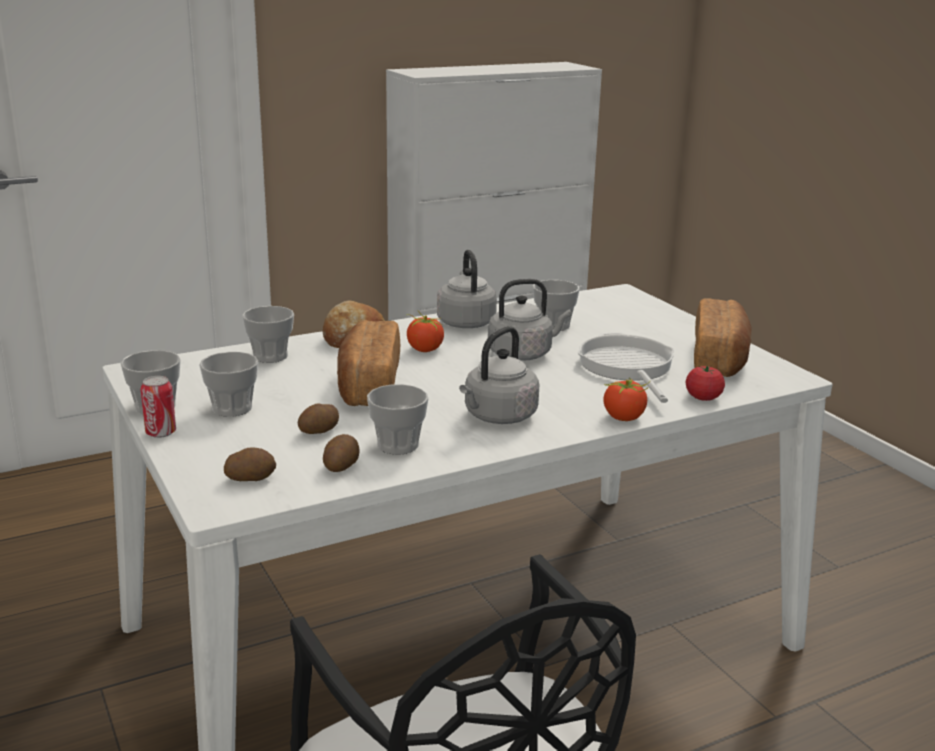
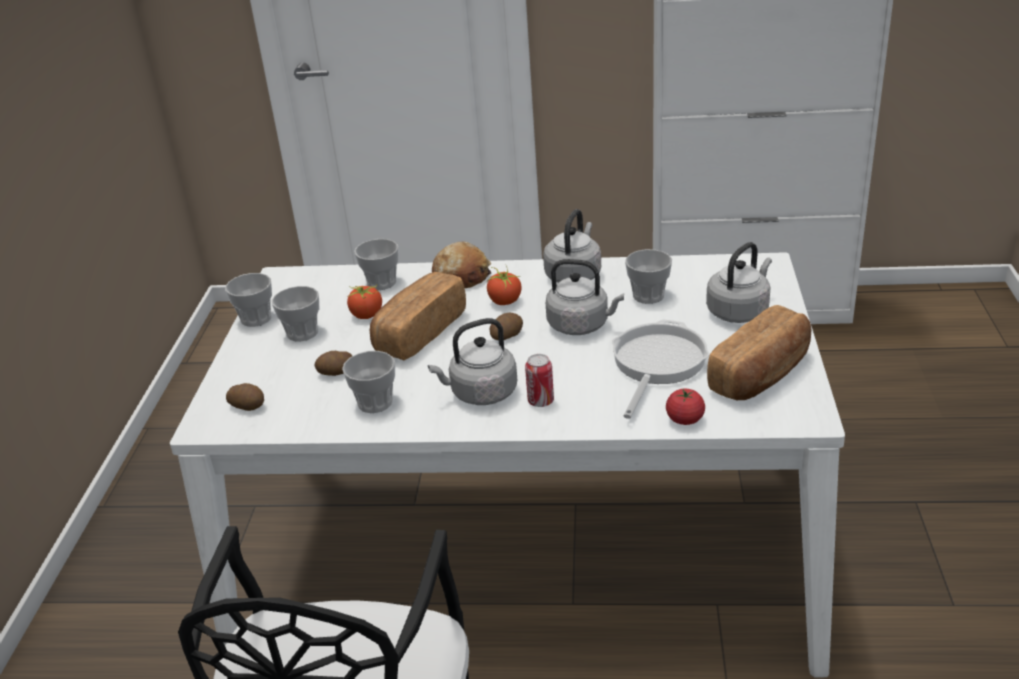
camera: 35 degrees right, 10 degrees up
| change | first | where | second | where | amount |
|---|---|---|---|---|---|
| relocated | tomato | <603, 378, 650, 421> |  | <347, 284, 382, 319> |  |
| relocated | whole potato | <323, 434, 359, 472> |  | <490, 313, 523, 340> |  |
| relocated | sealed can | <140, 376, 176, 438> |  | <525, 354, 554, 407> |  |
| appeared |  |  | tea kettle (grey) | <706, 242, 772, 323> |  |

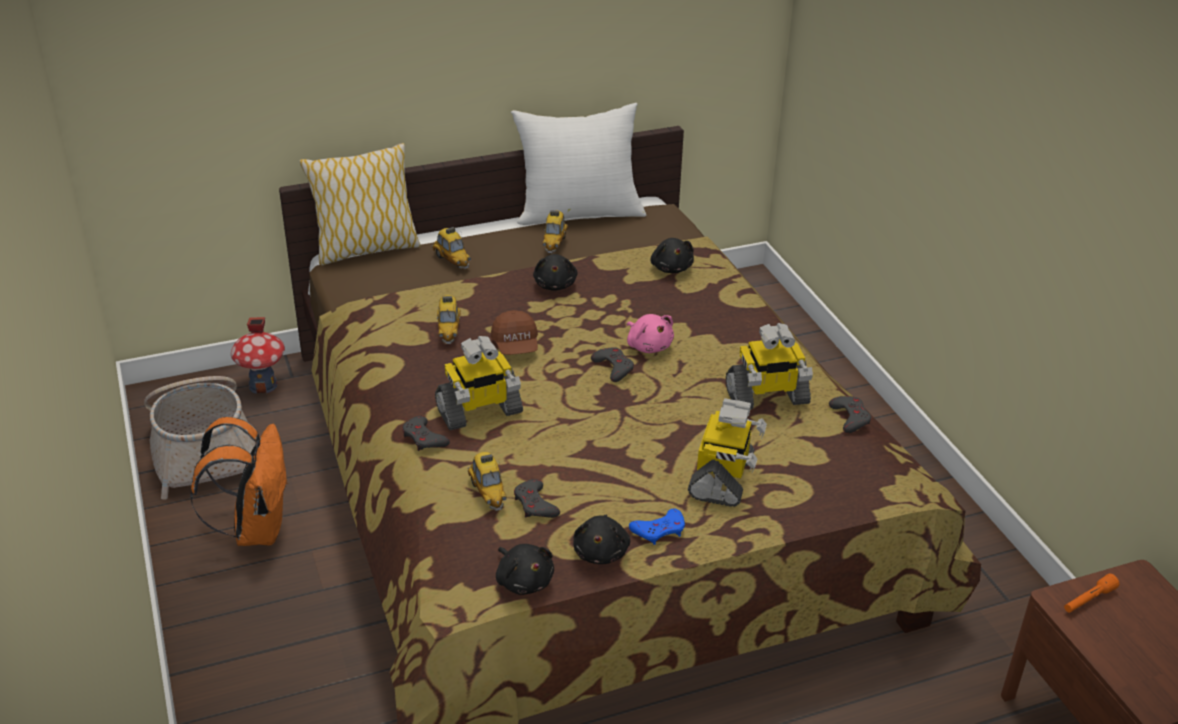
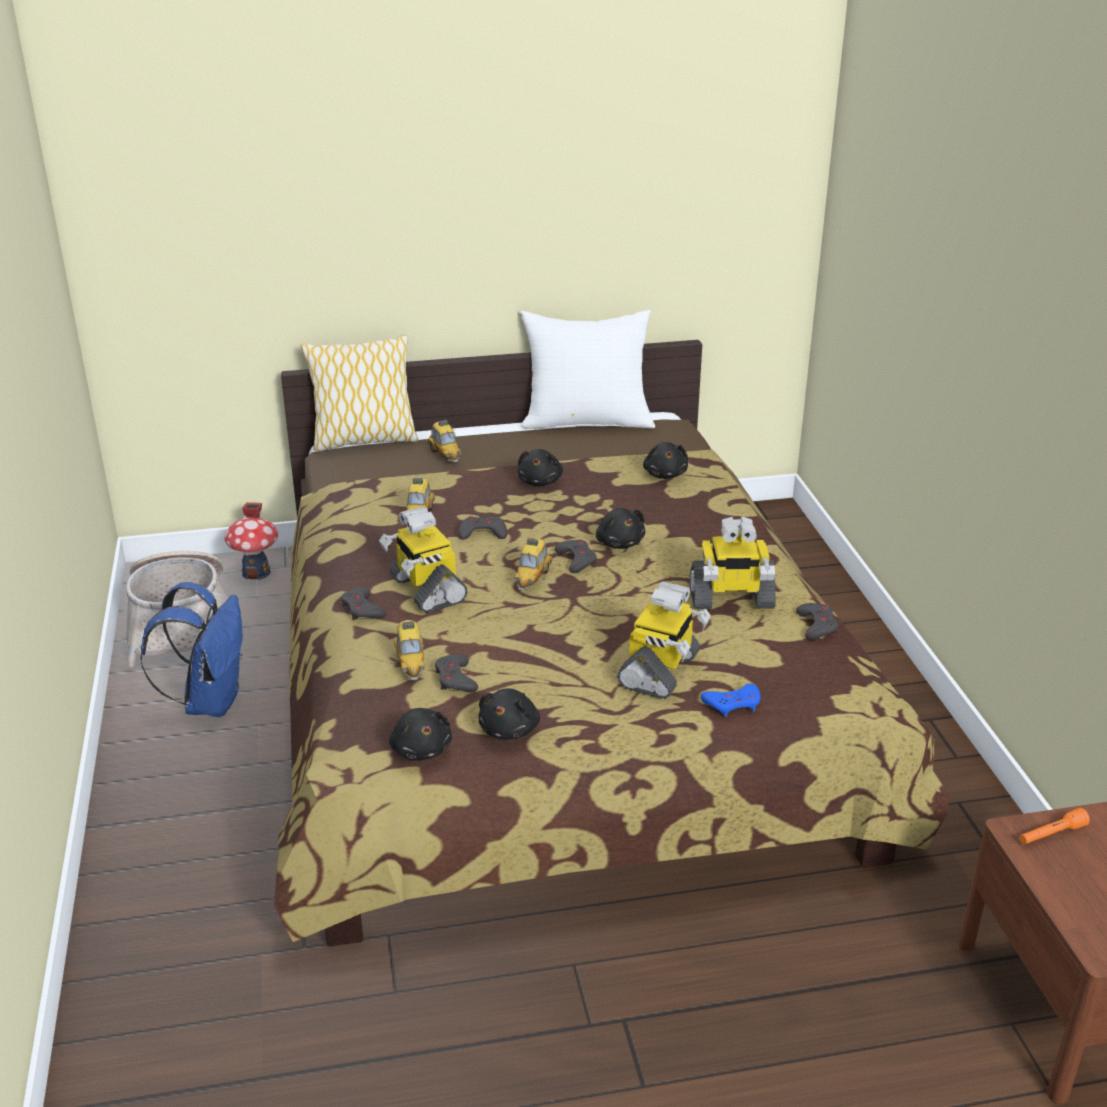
camera: 10 degrees right, 5 degrees down
| change | first | where | second | where | amount |
|---|---|---|---|---|---|
| colour | backpack (orangey) | <190, 417, 289, 546> | backpack (blue) | <140, 582, 243, 717> |  |
| spun | model robot | <435, 336, 523, 430> |  | <379, 507, 468, 613> | 75 degrees clockwise |
| exchanged | peaked cap (brown-coloured) | <491, 310, 538, 355> | gamepad (grey) | <458, 516, 507, 540> |  |
| relocated | model car | <543, 210, 568, 253> |  | <514, 538, 552, 591> |  |
| colour | plush toy (pink-coloured) | <627, 314, 674, 353> | plush toy (blackish) | <596, 508, 645, 549> |  |
| relocated | gamepad (blue) | <629, 508, 685, 545> |  | <701, 684, 760, 717> |  |

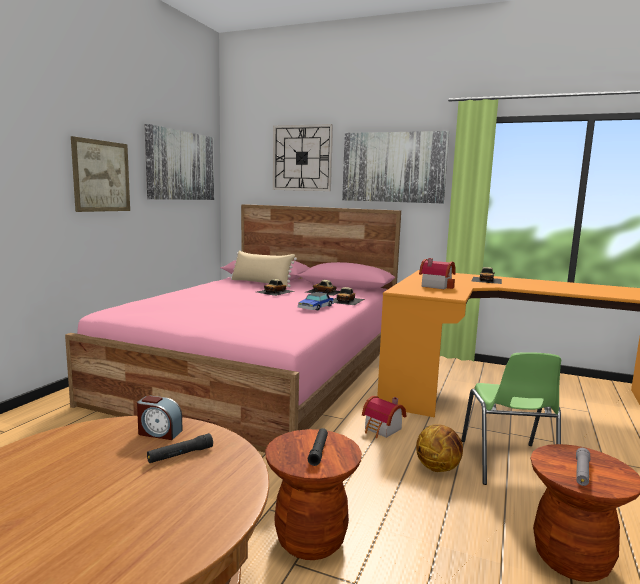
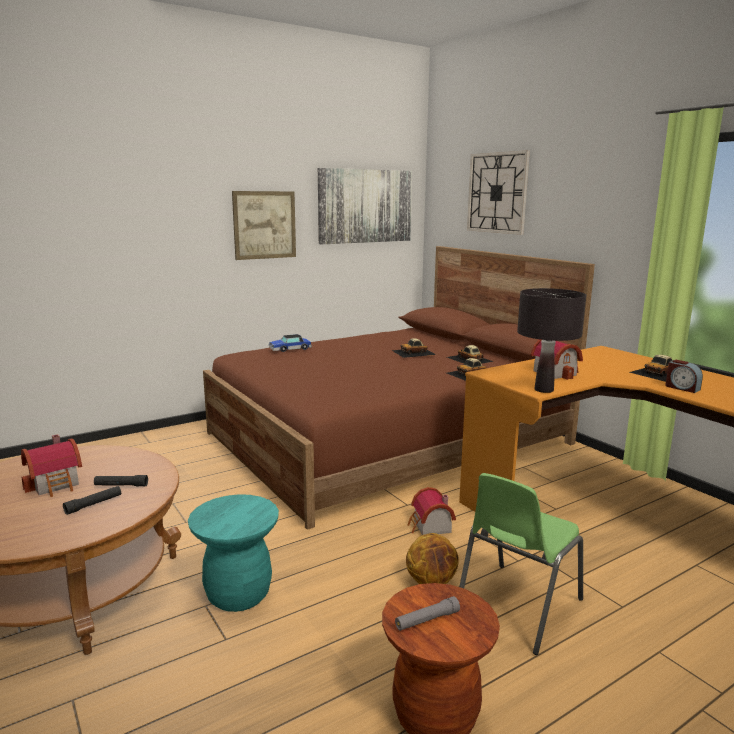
camera: 35 degrees right, 5 degrees up
| change | first | where | second | where | amount |
|---|---|---|---|---|---|
| appeared |  |  | toy house | <21, 434, 82, 497> |  |
| relocated | hand torch (blackish) | <308, 428, 328, 466> |  | <63, 486, 121, 515> |  |
| colour | sitting stool (brown-coloured) | <265, 429, 362, 560> | sitting stool (blue-green) | <188, 494, 279, 612> |  |
| colour | bed (pink-coloured) | <65, 204, 401, 453> | bed (brown-coloured) | <203, 246, 595, 530> |  |
| relocated | model car | <298, 292, 334, 310> |  | <269, 334, 312, 352> |  |
| appeared |  |  | table lamp (blackish) | <517, 288, 586, 393> |  |
| relocated | table clock | <137, 396, 183, 440> |  | <665, 360, 703, 393> |  |
| missing | cushion (beige-coloured) | <231, 250, 297, 288> |  |  |  |
| missing | wall picture | <342, 131, 449, 204> |  |  |  |

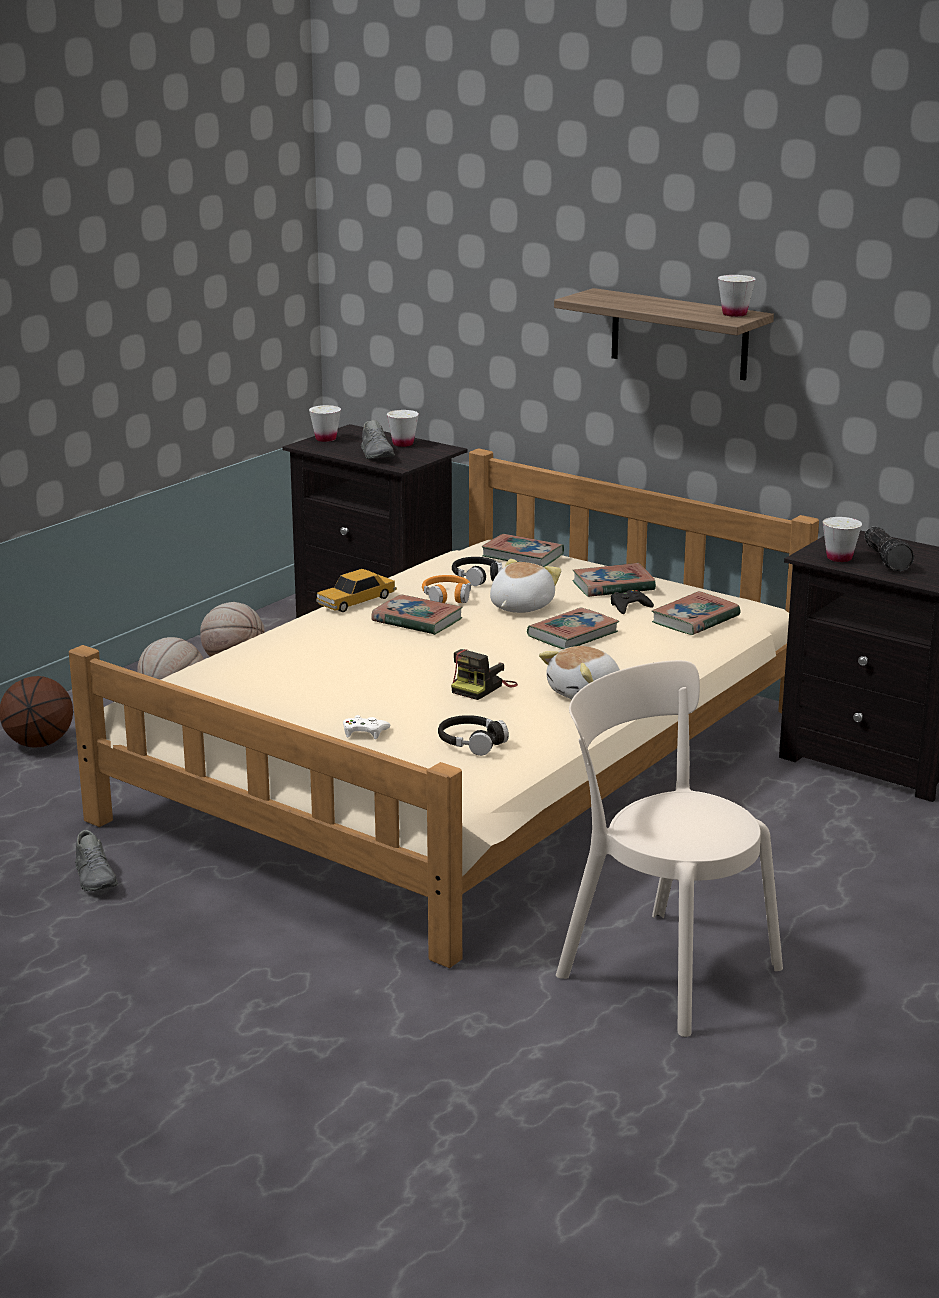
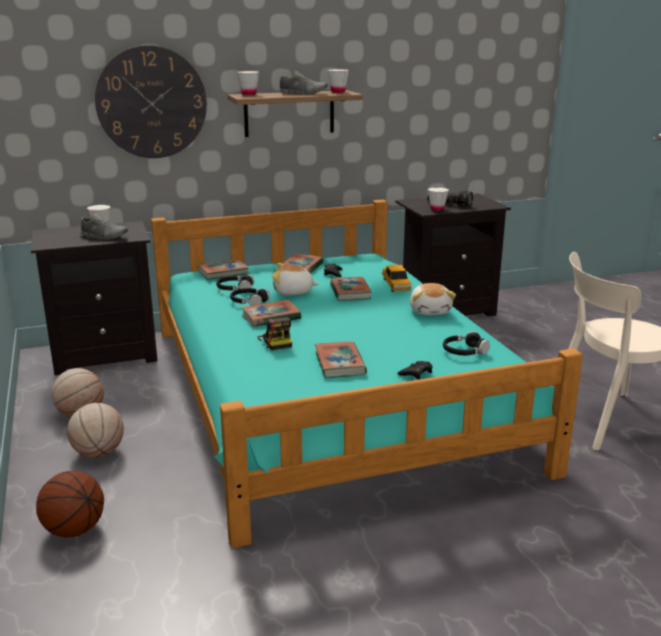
camera: 55 degrees left, 0 degrees up
| change | first | where | second | where | amount |
|---|---|---|---|---|---|
| appeared |  |  | wall clock | <95, 45, 207, 158> |  |
| colour | bed (beige-coloured) | <69, 448, 819, 968> | bed (blue-green) | <151, 199, 583, 548> |  |
| colour | pair of headphones (orangey) | <422, 575, 471, 603> | pair of headphones (blackish) | <230, 288, 270, 306> |  |
| relocated | cup (whitish) | <309, 405, 341, 442> |  | <237, 71, 259, 95> |  |
| relocated | photo camera | <451, 649, 518, 700> |  | <257, 317, 292, 350> |  |
| spun | plush toy | <490, 559, 561, 613> |  | <271, 263, 319, 295> | 60 degrees counterclockwise |
| relocated | item of footwear (grey) | <75, 830, 118, 891> |  | <279, 71, 328, 95> |  |
| relocated | bound book | <652, 591, 740, 635> |  | <315, 342, 367, 378> |  |
| relocated | model car | <316, 569, 397, 612> |  | <382, 265, 412, 292> |  |
| colour | gamepad (whitish) | <343, 715, 391, 739> | gamepad (blackish) | <397, 361, 433, 380> |  |

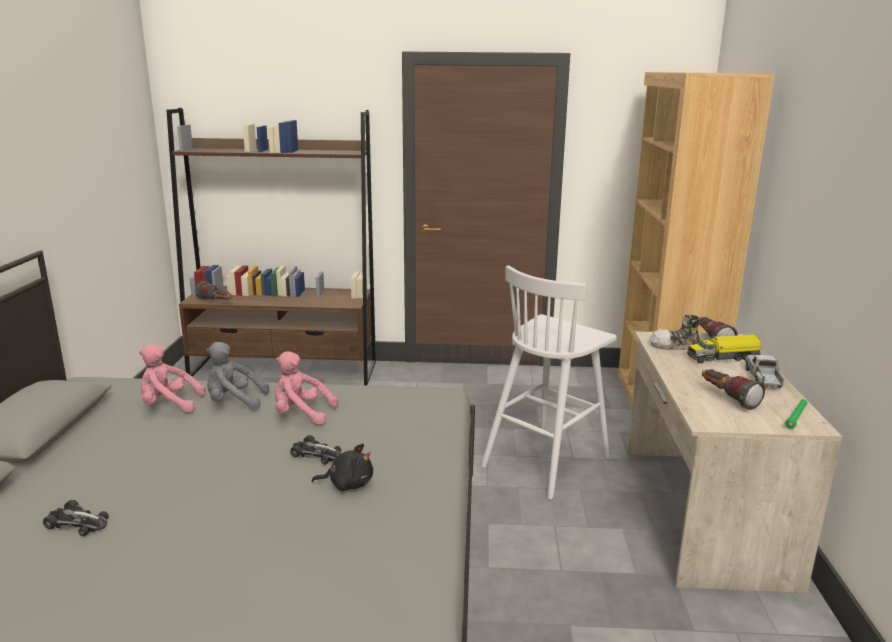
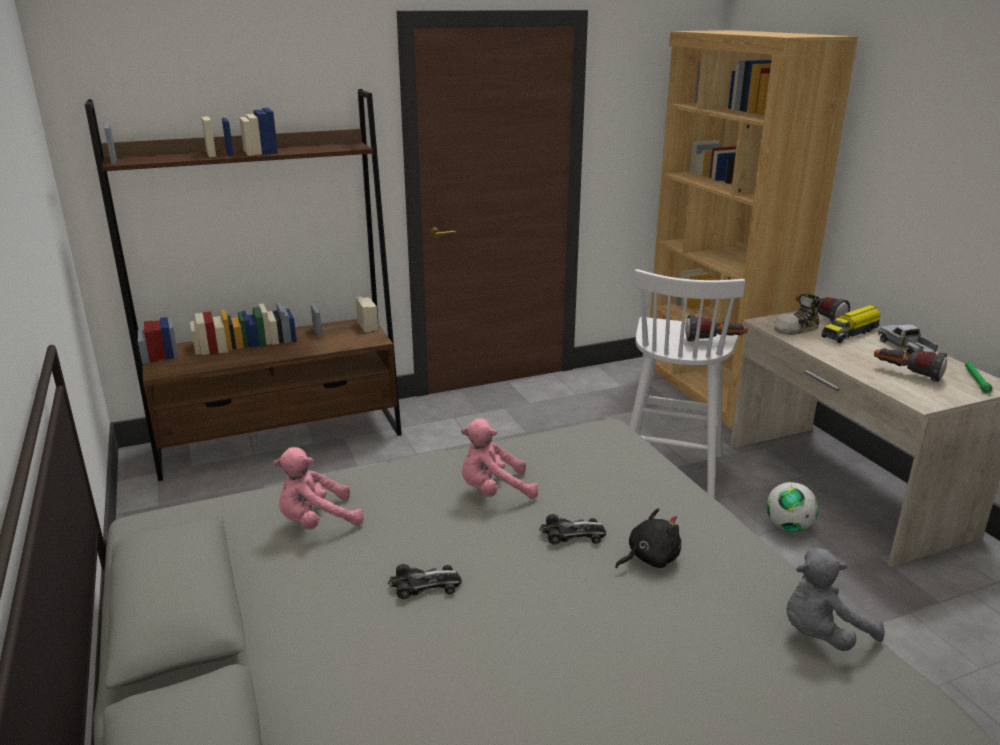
camera: 25 degrees left, 5 degrees up
| change | first | where | second | where | amount |
|---|---|---|---|---|---|
| relocated | model car | <43, 500, 109, 536> |  | <388, 564, 462, 599> |  |
| relocated | hand torch | <195, 281, 232, 300> |  | <685, 314, 748, 341> |  |
| appeared |  |  | football ball | <766, 482, 818, 532> |  |
| relocated | plush toy (grey) | <206, 342, 269, 410> |  | <786, 548, 885, 651> |  |

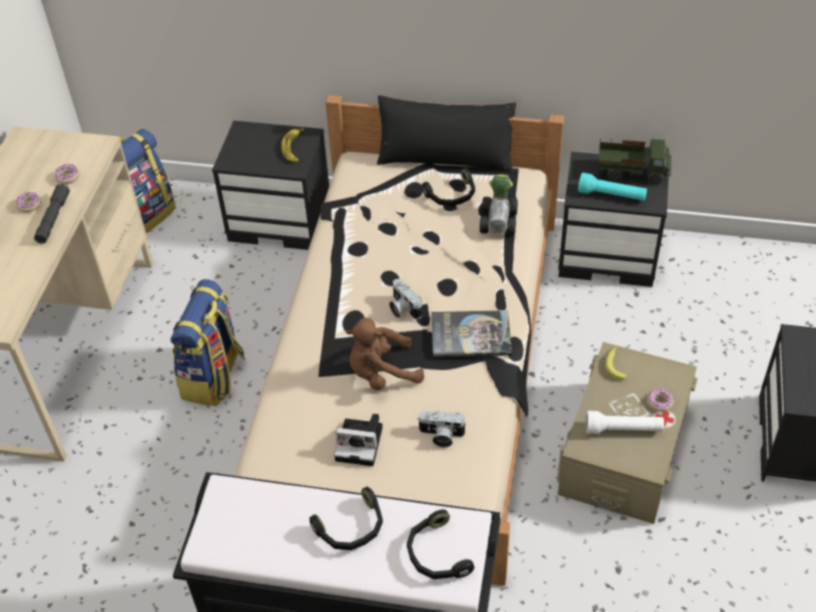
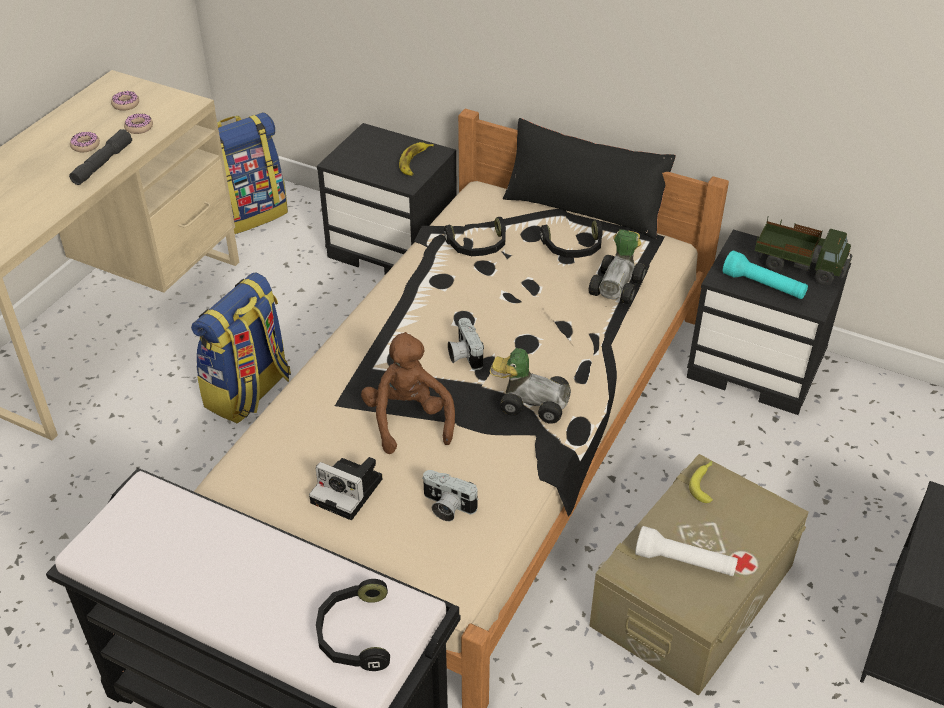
camera: 15 degrees right, 5 degrees down
| change | first | where | second | where | amount |
|---|---|---|---|---|---|
| relocated | donut | <647, 388, 674, 412> |  | <111, 91, 139, 111> |  |
| spun | plush toy (brown-coloured) | <346, 318, 424, 390> |  | <361, 332, 455, 454> | 75 degrees clockwise |
| relocated | pair of headphones (blackish) | <310, 487, 383, 550> |  | <444, 217, 506, 256> |  |
| exchanged | bound book | <431, 310, 512, 357> | model car | <490, 348, 571, 424> |  |

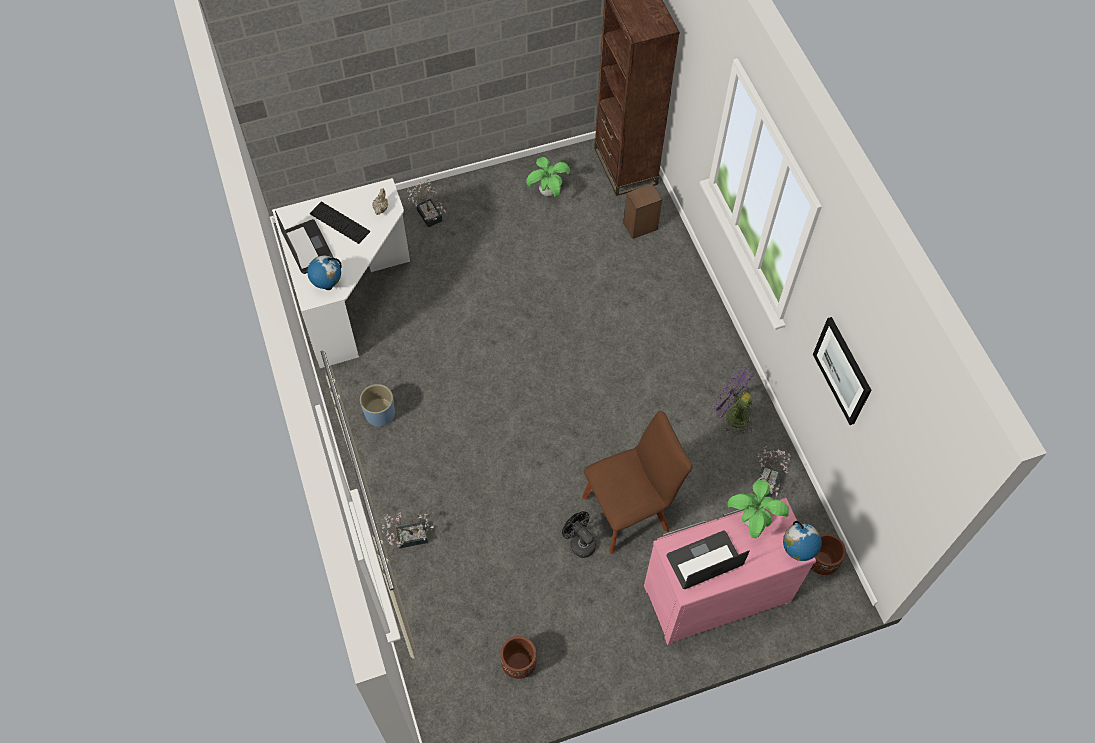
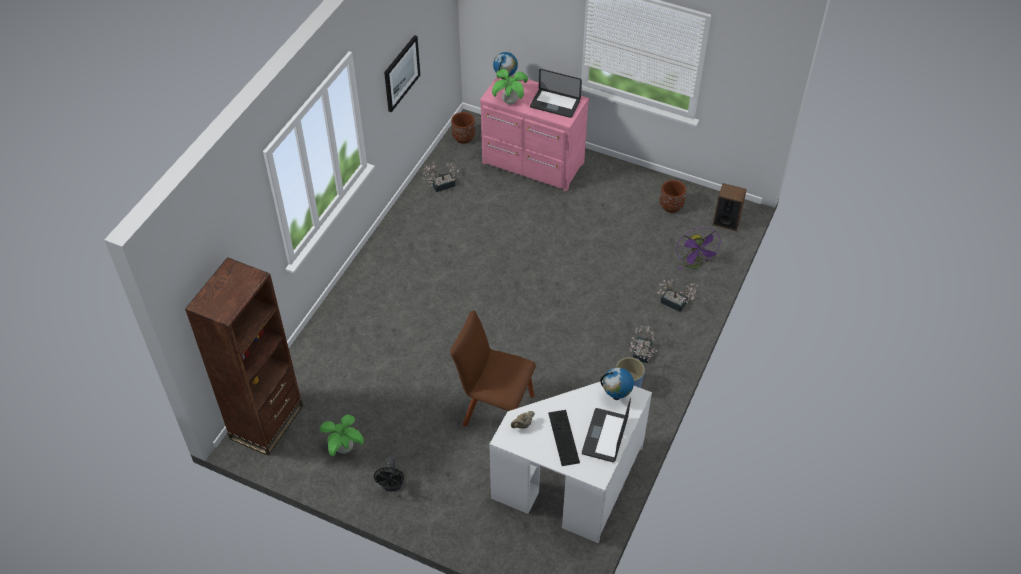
camera: 135 degrees left, 10 degrees down
| change | first | where | second | where | amount |
|---|---|---|---|---|---|
| relocated | electric fan (blackish) | <562, 511, 596, 558> |  | <374, 457, 404, 491> |  |
| relocated | chair (brown-coloured) | <582, 411, 692, 554> |  | <450, 310, 536, 427> |  |
| relocated | plant in a pot | <407, 179, 446, 228> |  | <629, 326, 657, 363> |  |
| relocated | electric fan (purple-coloured) | <712, 368, 754, 436> |  | <676, 227, 722, 270> |  |
| relocated | audio speaker | <623, 184, 662, 239> |  | <713, 183, 747, 231> |  |

